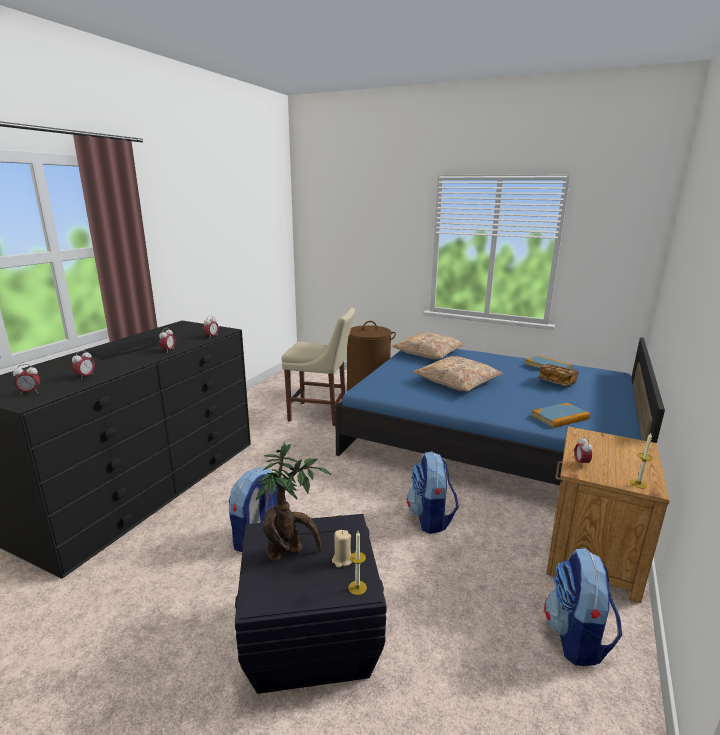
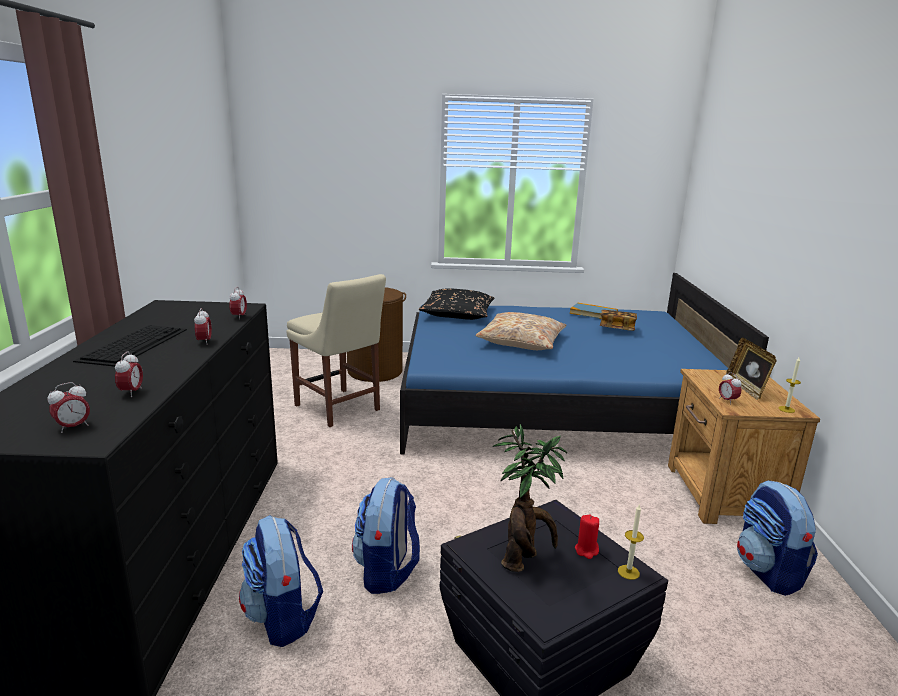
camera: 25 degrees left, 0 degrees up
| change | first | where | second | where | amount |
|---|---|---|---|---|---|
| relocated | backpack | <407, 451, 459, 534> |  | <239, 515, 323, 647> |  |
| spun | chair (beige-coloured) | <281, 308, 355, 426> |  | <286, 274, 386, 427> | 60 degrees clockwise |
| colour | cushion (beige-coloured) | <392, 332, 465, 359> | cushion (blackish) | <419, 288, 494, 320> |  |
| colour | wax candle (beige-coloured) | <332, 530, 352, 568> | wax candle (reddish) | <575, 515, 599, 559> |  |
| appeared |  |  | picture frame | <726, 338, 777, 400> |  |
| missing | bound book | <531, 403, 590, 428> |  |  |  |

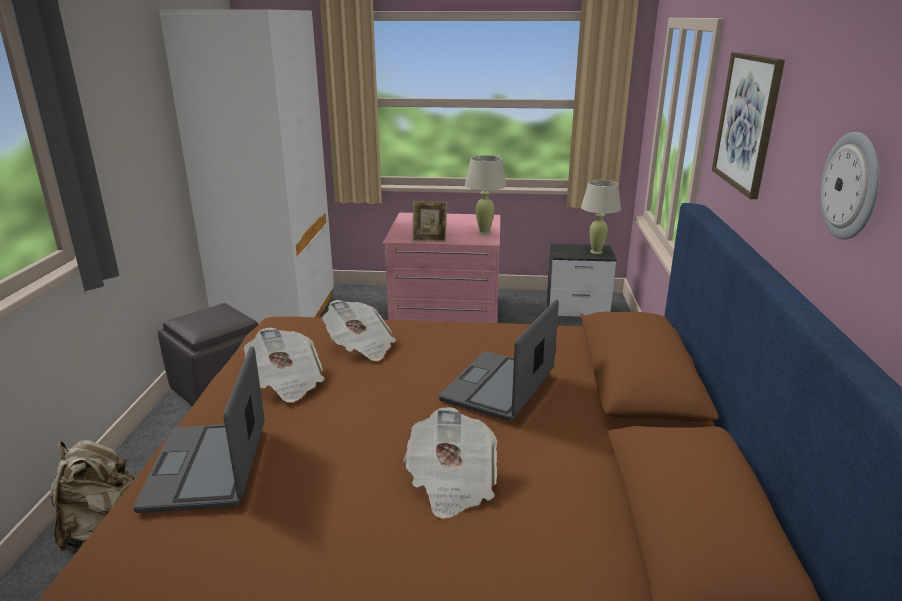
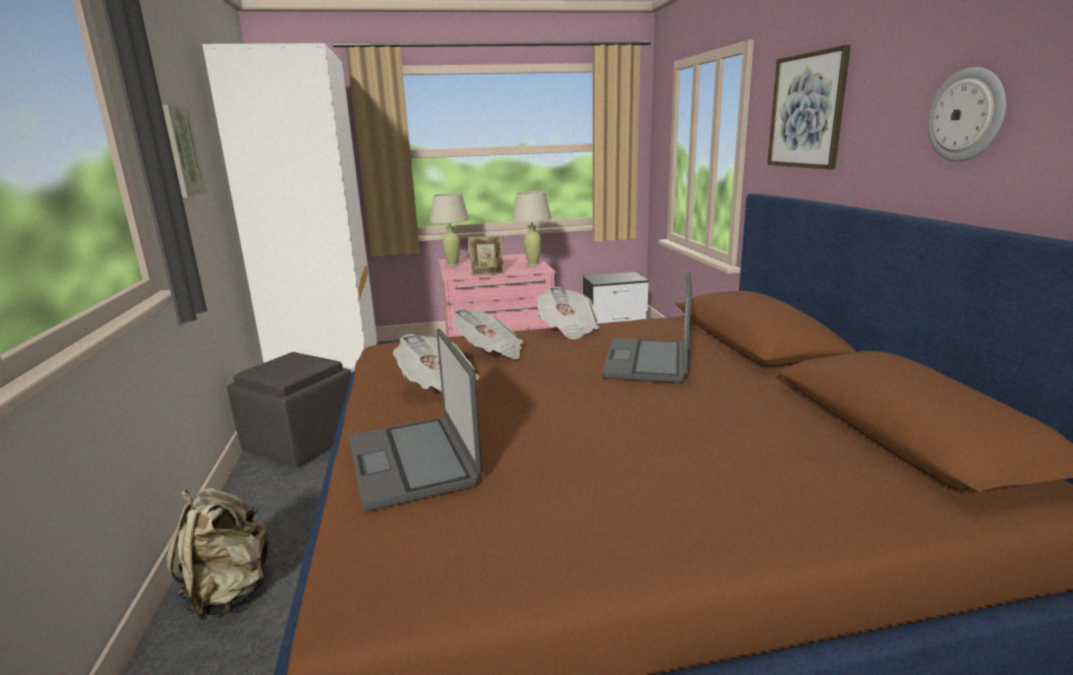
camera: 15 degrees left, 5 degrees down
| change | first | where | second | where | amount |
|---|---|---|---|---|---|
| appeared |  |  | wall picture | <162, 105, 206, 198> |  |
| relocated | table lamp (beige-coloured) | <581, 180, 621, 254> |  | <430, 193, 469, 267> |  |
| relocated | newspaper | <403, 407, 497, 519> |  | <537, 287, 599, 340> |  |

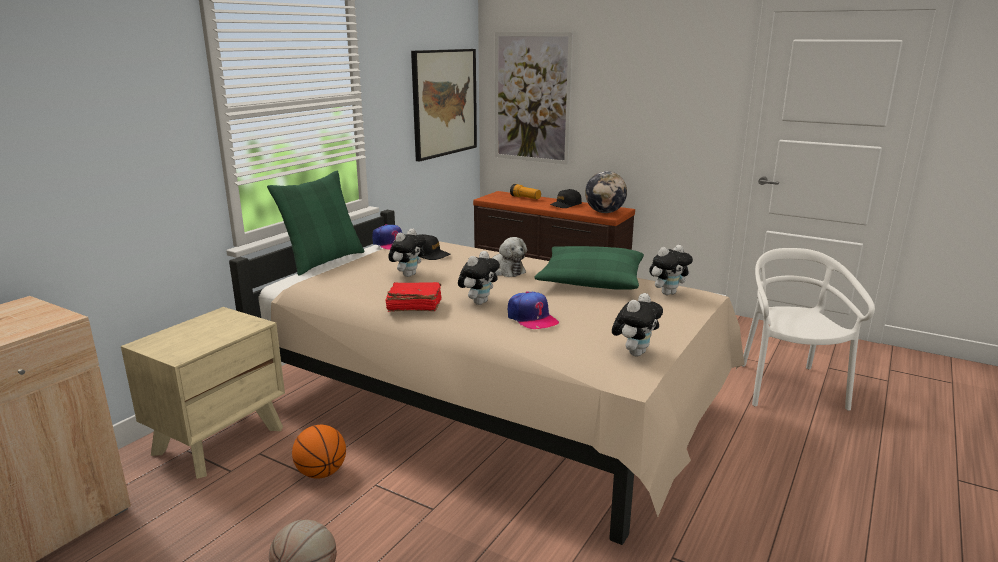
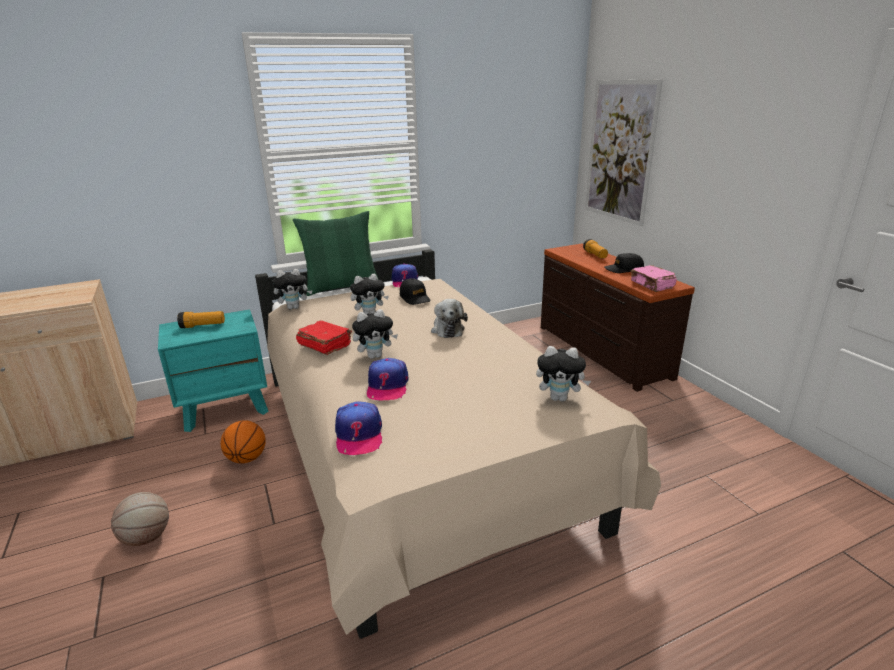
camera: 35 degrees right, 5 degrees up
| change | first | where | second | where | amount |
|---|---|---|---|---|---|
| colour | nightstand (beige-coloured) | <121, 307, 285, 479> | nightstand (blue-green) | <158, 309, 269, 432> |  |
| appeared |  |  | hand torch | <177, 311, 225, 328> |  |
| relocated | plush toy | <612, 293, 663, 357> |  | <272, 269, 313, 309> |  |
| appeared |  |  | peaked cap | <335, 402, 382, 455> |  |
| exchanged | globe | <585, 171, 627, 213> | bound book (pink-coloured) | <630, 265, 677, 292> |  |
| missing | wall picture | <411, 49, 477, 162> |  |  |  |
| missing | cushion (green) | <535, 246, 644, 290> |  |  |  |
| missing | chair (whitish) | <742, 248, 875, 411> |  |  |  |

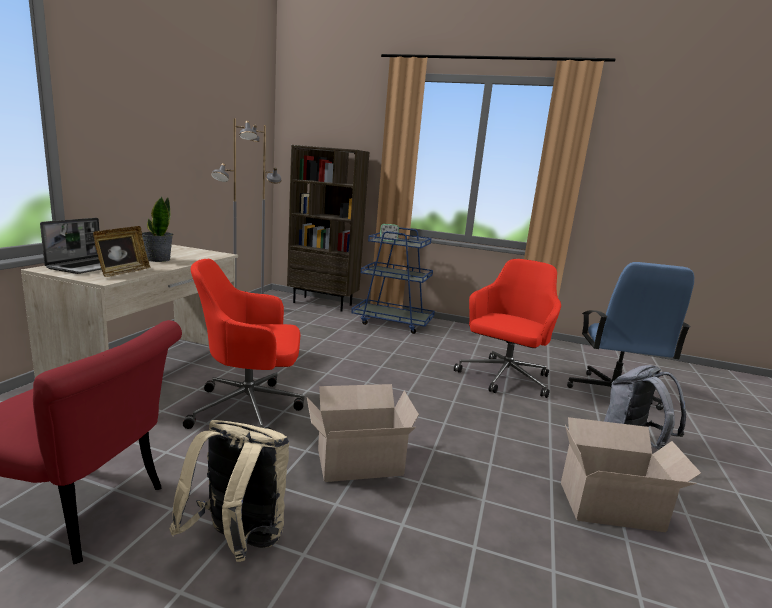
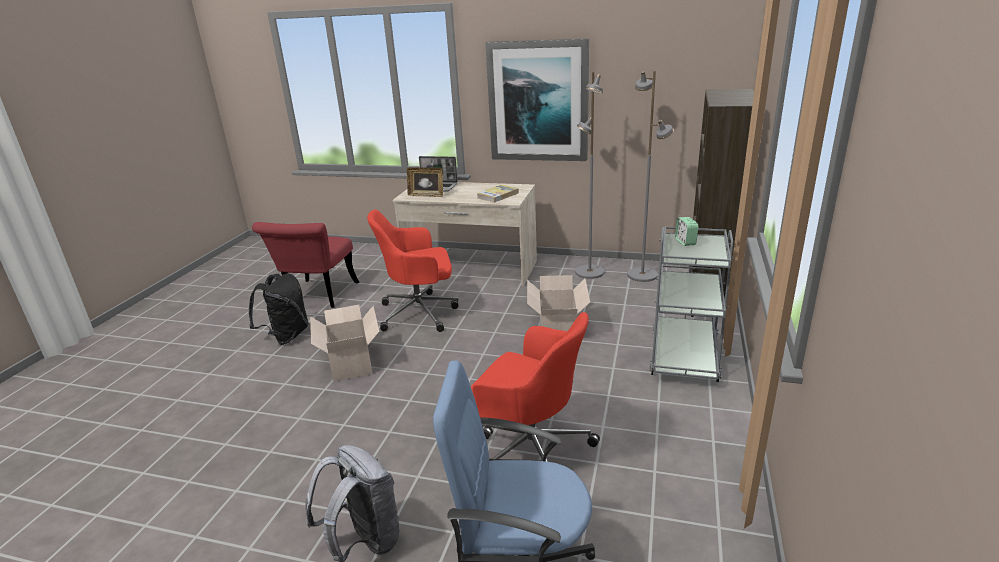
camera: 90 degrees right, 10 degrees up
| change | first | where | second | where | amount |
|---|---|---|---|---|---|
| colour | backpack (beige-coloured) | <169, 420, 289, 562> | backpack (blackish) | <249, 273, 309, 345> |  |
| spun | desk chair (reddish) | <183, 259, 304, 430> |  | <367, 209, 458, 332> | 90 degrees counterclockwise |
| appeared |  |  | bound book | <477, 185, 519, 203> |  |
| appeared |  |  | wall picture | <485, 39, 589, 161> |  |
| relocated | carton | <561, 417, 701, 532> |  | <527, 275, 590, 331> |  |
| colour | cart (blue) | <351, 227, 435, 334> | cart (grey) | <649, 227, 734, 382> |  |
| missing | plant in a pot | <142, 196, 174, 262> |  |  |  |

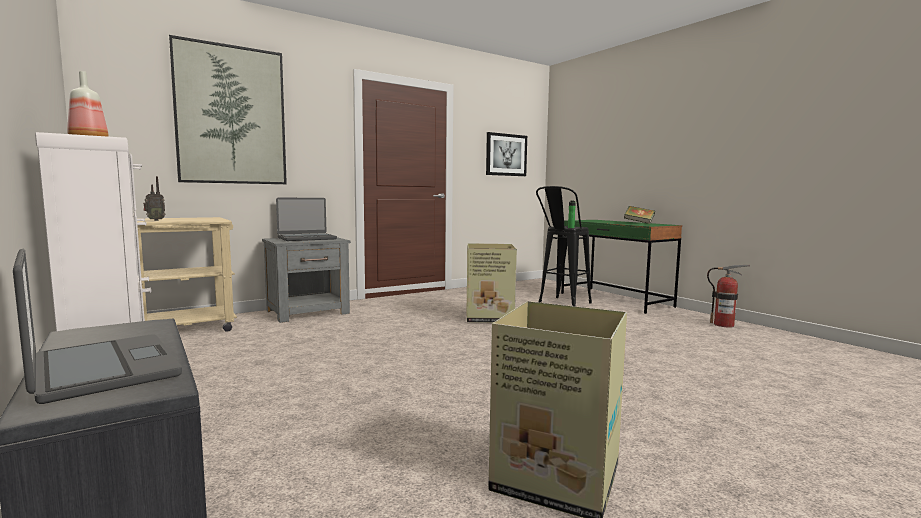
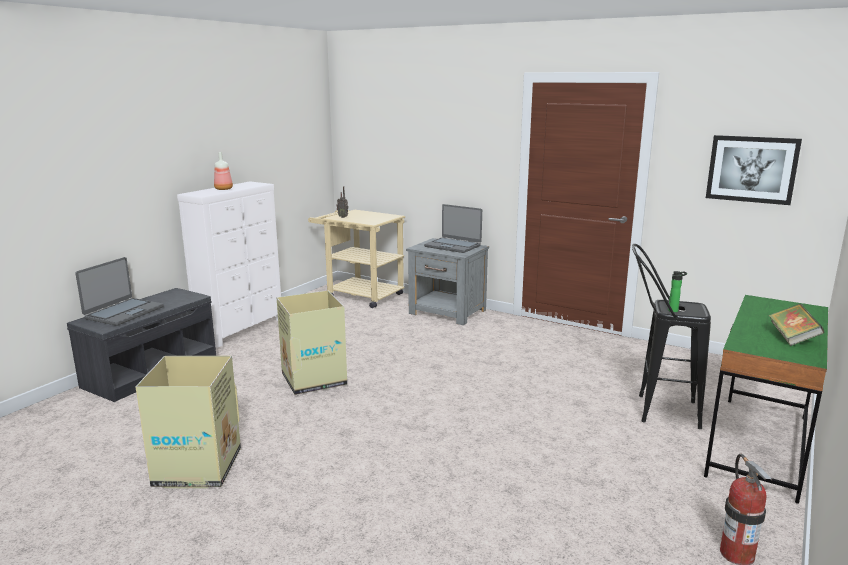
camera: 65 degrees right, 10 degrees up
| change | first | where | second | where | amount |
|---|---|---|---|---|---|
| relocated | carton | <467, 243, 517, 323> |  | <277, 291, 347, 395> |  |
| missing | wall picture | <169, 35, 287, 184> |  |  |  |

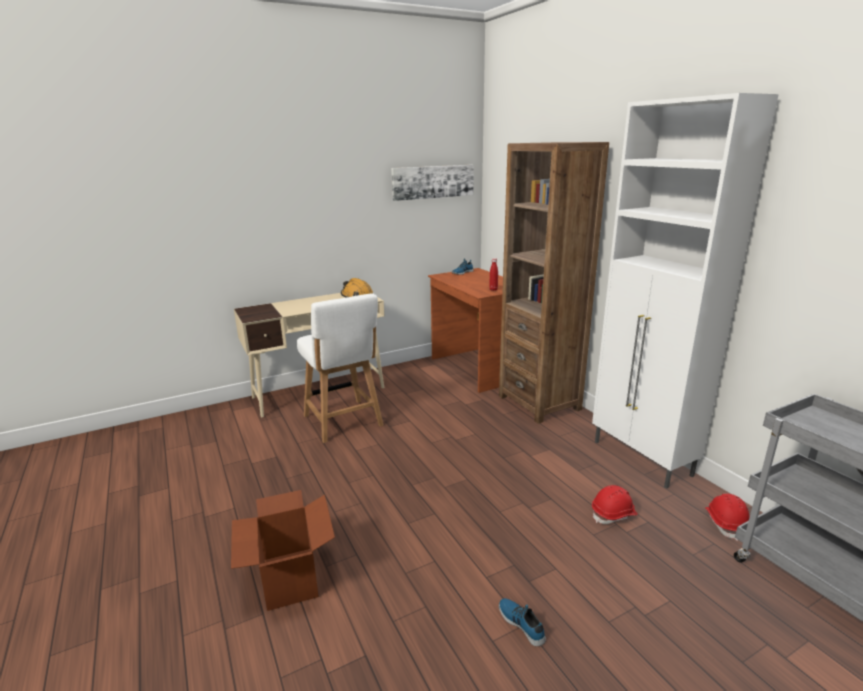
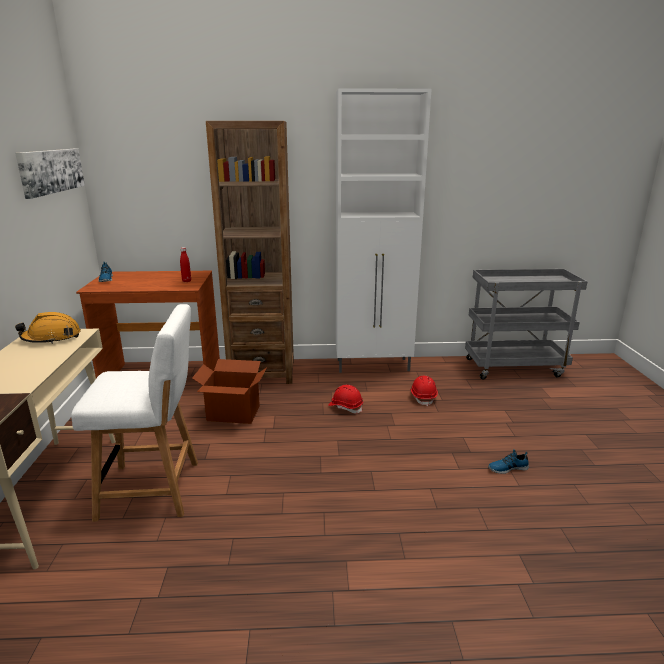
camera: 65 degrees left, 0 degrees up
| change | first | where | second | where | amount |
|---|---|---|---|---|---|
| relocated | carton | <231, 490, 335, 611> |  | <192, 359, 267, 424> |  |
| relocated | safety helmet (reddish) | <705, 494, 750, 541> |  | <328, 385, 363, 413> |  |

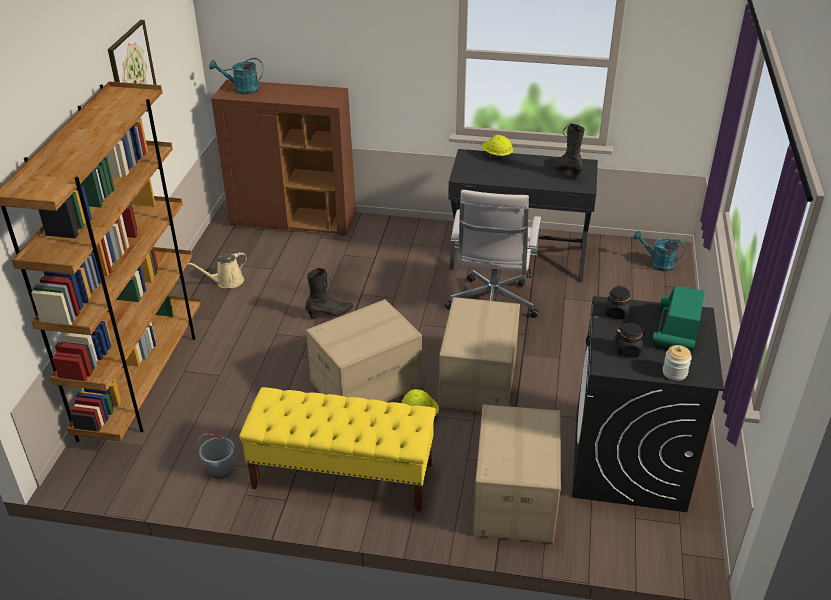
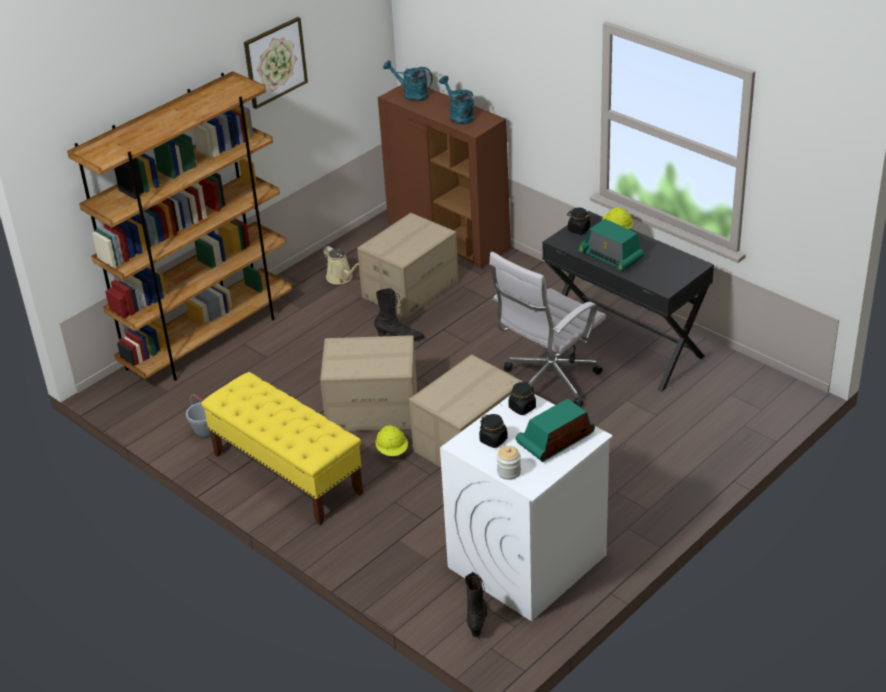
camera: 35 degrees right, 0 degrees up
| change | first | where | second | where | amount |
|---|---|---|---|---|---|
| spun | watering can (beige-coloured) | <188, 252, 248, 288> |  | <323, 246, 359, 284> | 135 degrees counterclockwise |
| relocated | carton | <473, 405, 561, 543> |  | <357, 213, 458, 318> |  |
| relocated | watering can (blue-green) | <633, 231, 685, 272> |  | <439, 76, 474, 124> |  |
| colour | washing machine (blackish) | <572, 296, 724, 512> | washing machine (whitish) | <440, 394, 613, 621> |  |
| relocated | boot (blackish) | <549, 123, 585, 179> |  | <465, 572, 487, 637> |  |
| appeared |  |  | preserve jar (blackish) | <567, 208, 591, 234> |  |
| appeared |  |  | radio | <577, 219, 644, 271> |  |

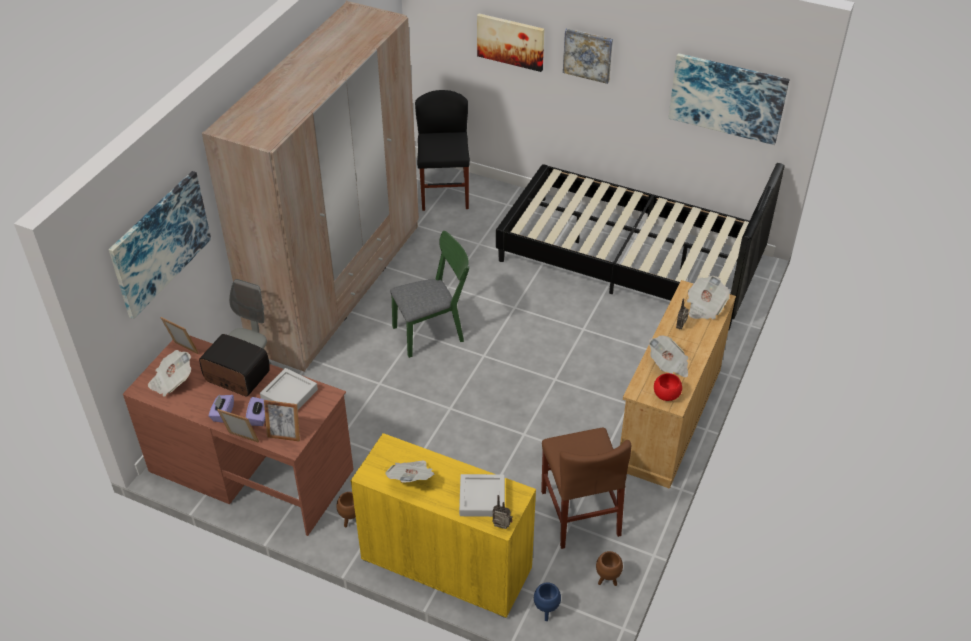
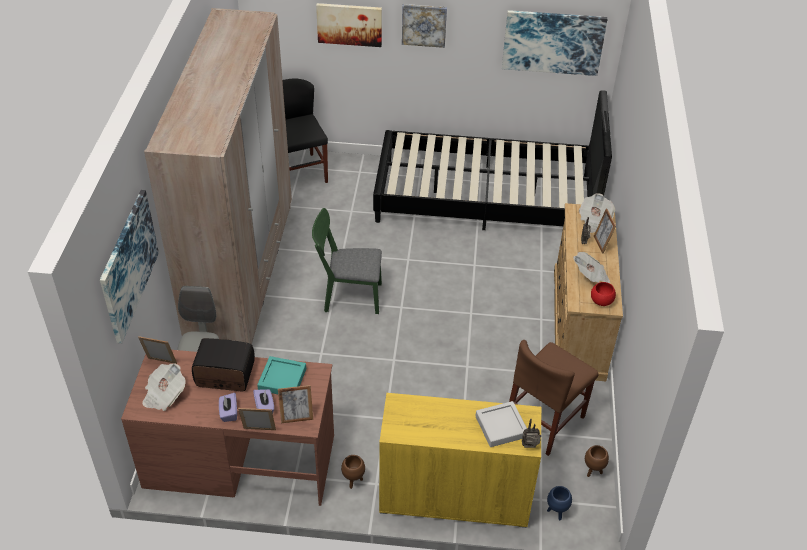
camera: 20 degrees left, 0 degrees up
| change | first | where | second | where | amount |
|---|---|---|---|---|---|
| colour | serving tray (grey) | <260, 368, 318, 410> | serving tray (blue-green) | <257, 356, 306, 394> |  |
| spun | chair (green) | <390, 231, 469, 358> |  | <312, 208, 382, 314> | 135 degrees counterclockwise |
| spun | chair (brown-coloured) | <541, 428, 631, 549> |  | <509, 340, 599, 456> | 75 degrees clockwise |
| appeared |  |  | picture frame | <594, 208, 616, 254> |  |
| missing | newspaper | <385, 460, 434, 483> |  |  |  |

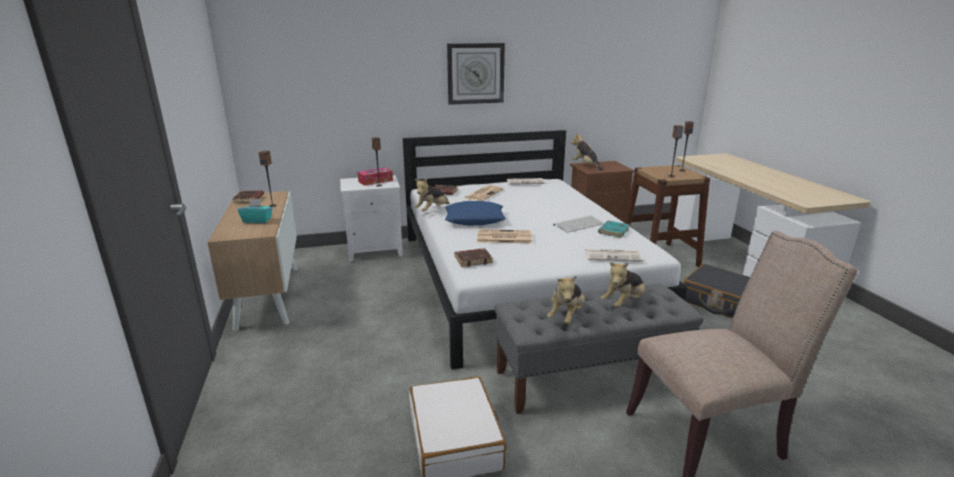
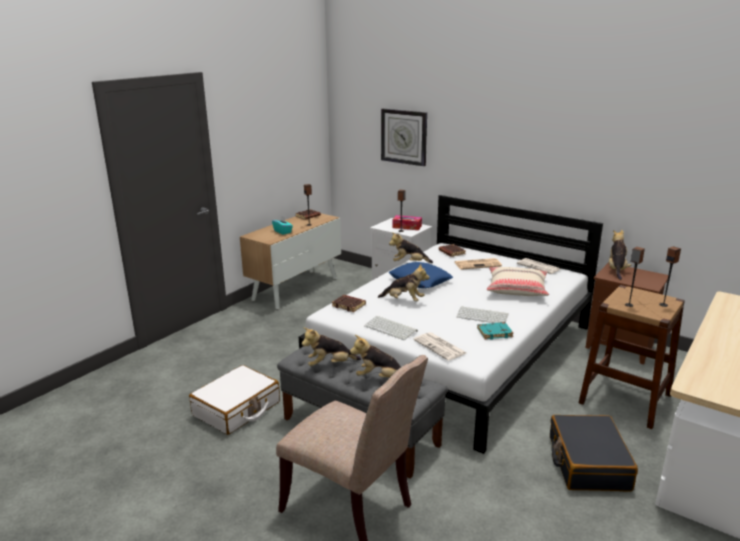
camera: 50 degrees right, 0 degrees up
| change | first | where | second | where | amount |
|---|---|---|---|---|---|
| appeared |  |  | computer keyboard | <364, 316, 418, 340> |  |
| exchanged | newspaper | <477, 229, 532, 244> | plush toy | <378, 263, 430, 301> |  |
| relocated | wall clock | <447, 43, 505, 105> |  | <381, 109, 427, 166> |  |
| appeared |  |  | cushion (beige-coloured) | <487, 267, 549, 296> |  |

